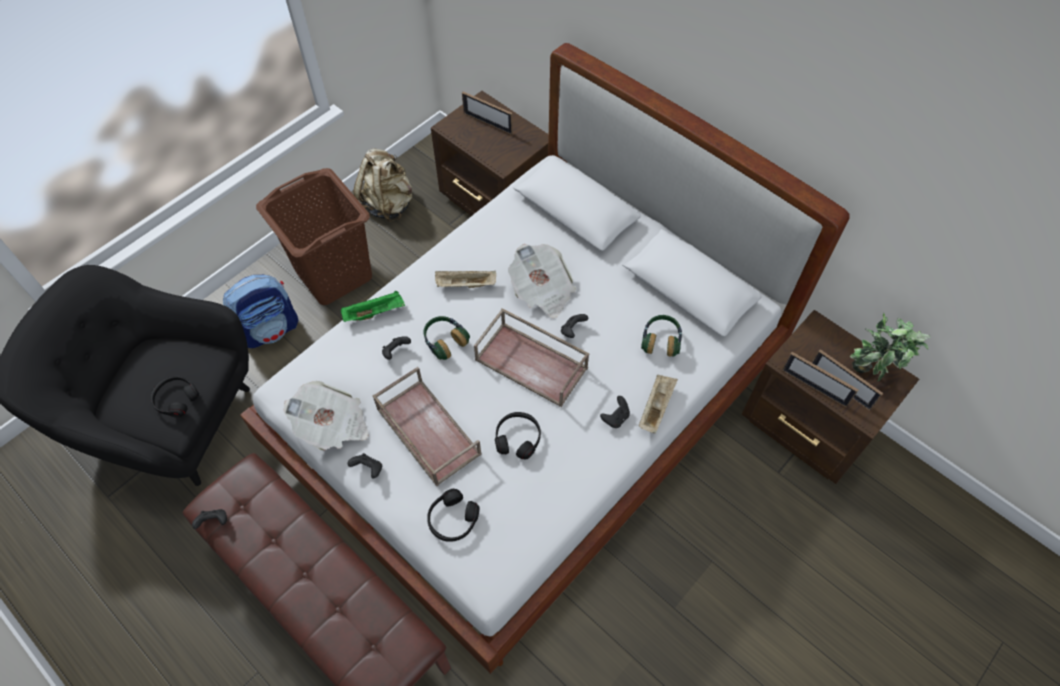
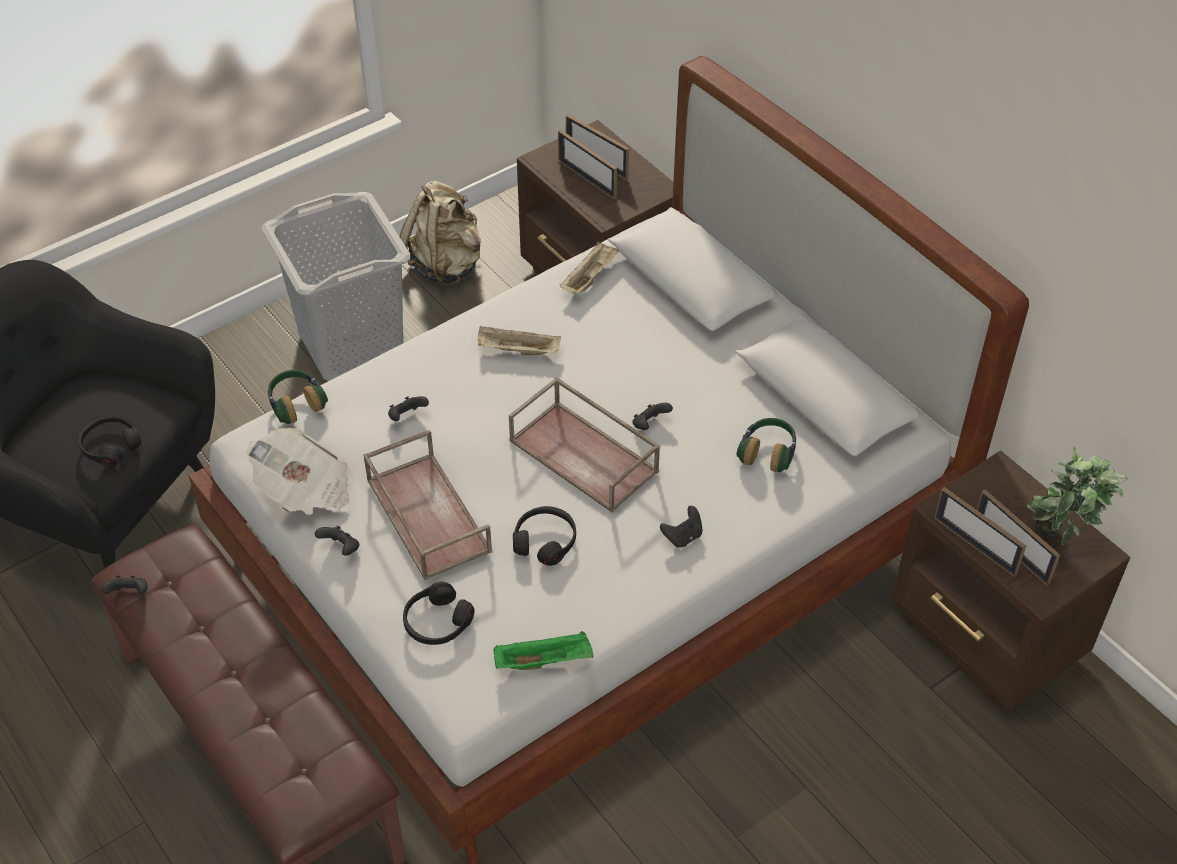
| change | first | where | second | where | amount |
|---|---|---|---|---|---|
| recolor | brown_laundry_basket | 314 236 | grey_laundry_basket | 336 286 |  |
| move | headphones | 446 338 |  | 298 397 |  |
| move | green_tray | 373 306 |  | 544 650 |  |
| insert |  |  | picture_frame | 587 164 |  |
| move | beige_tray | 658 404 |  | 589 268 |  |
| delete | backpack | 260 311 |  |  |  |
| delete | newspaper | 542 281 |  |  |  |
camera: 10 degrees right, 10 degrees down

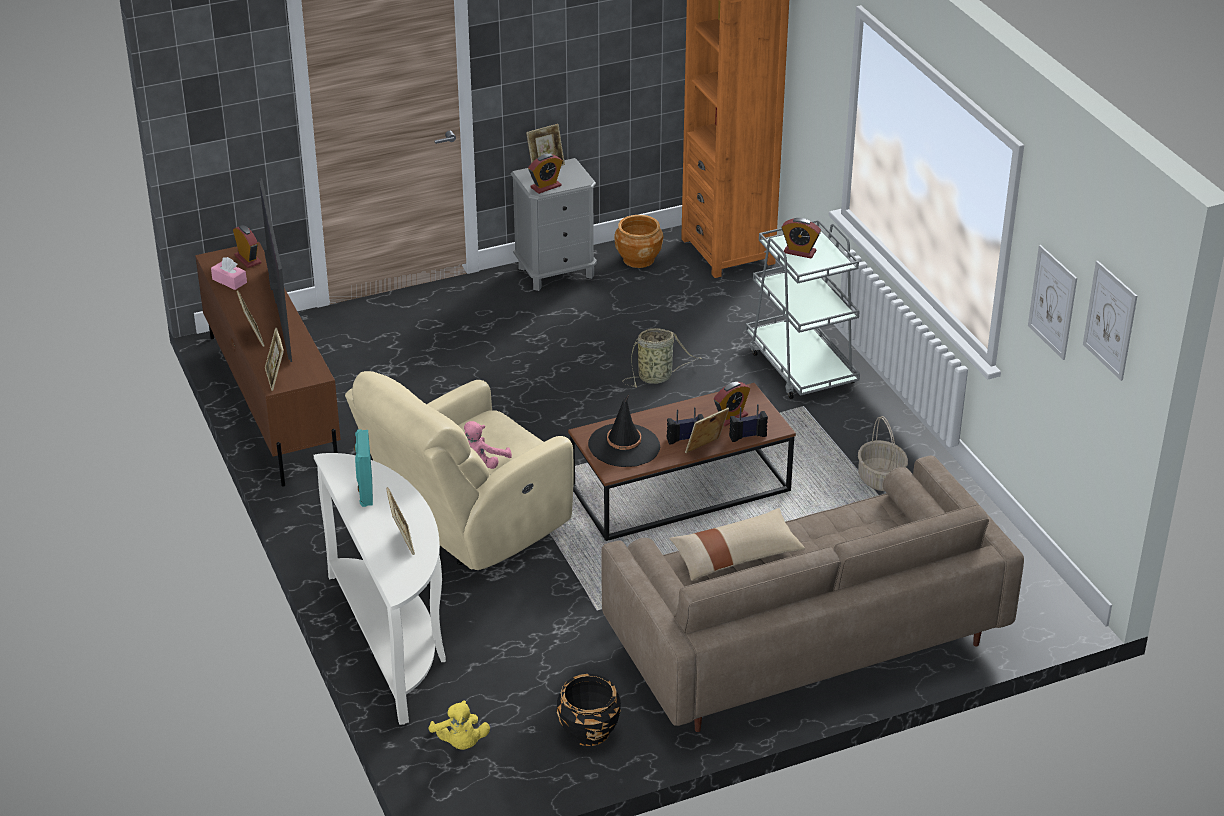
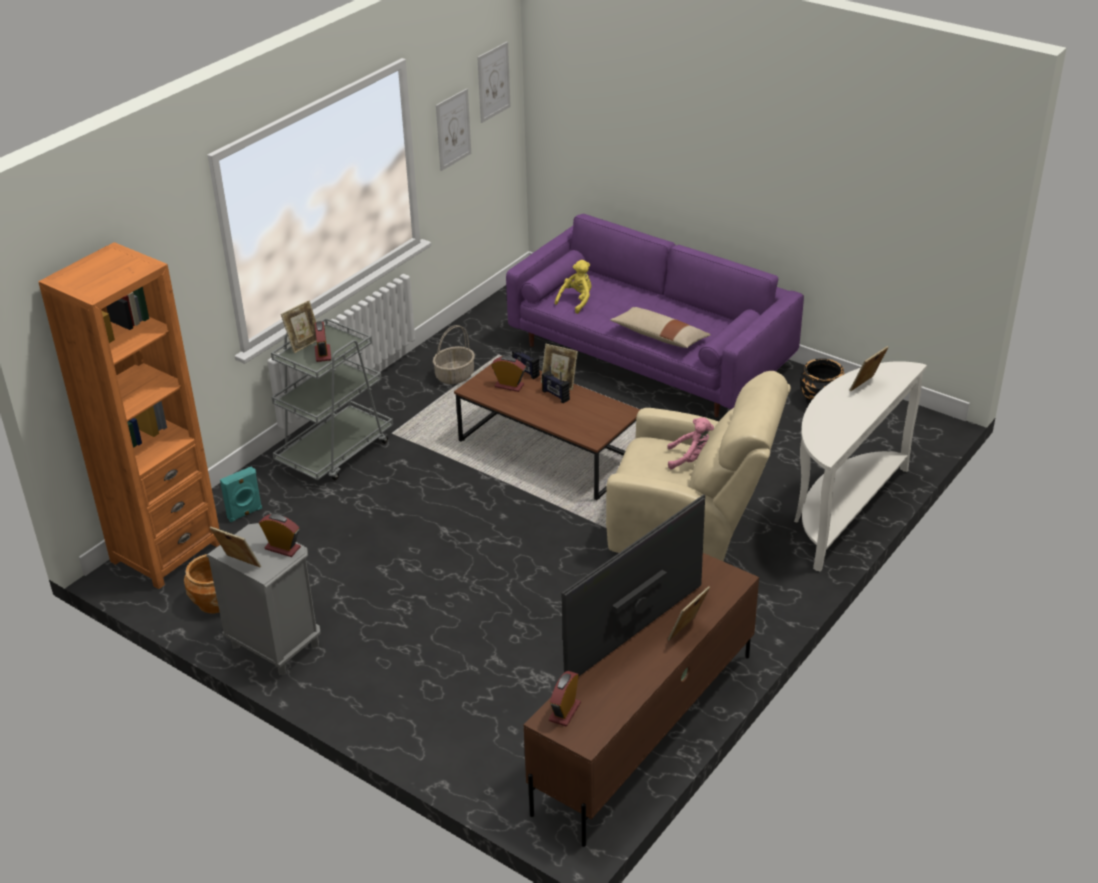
| change | first | where | second | where | amount |
|---|---|---|---|---|---|
| move | turquoise_speaker | 363 468 |  | 241 494 |  |
| move | picture_frame | 274 359 |  | 299 327 |  |
| recolor | beige_sofa | 813 593 | purple_sofa | 655 315 |  |
| move | yellow_plush_toy | 459 725 |  | 573 287 |  |
| delete | pink_tissue_box | 229 273 |  |  |  |
| delete | black_hat | 624 431 |  |  |  |
| delete | basket | 662 358 |  |  |  |
camera: 120 degrees left, 0 degrees up

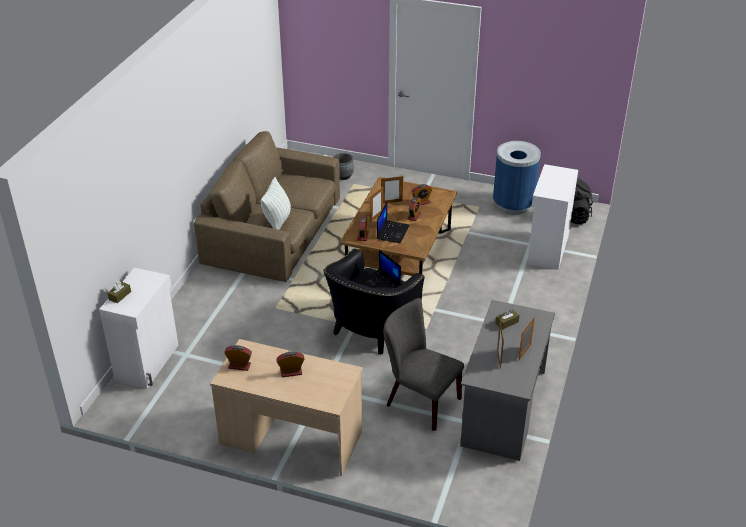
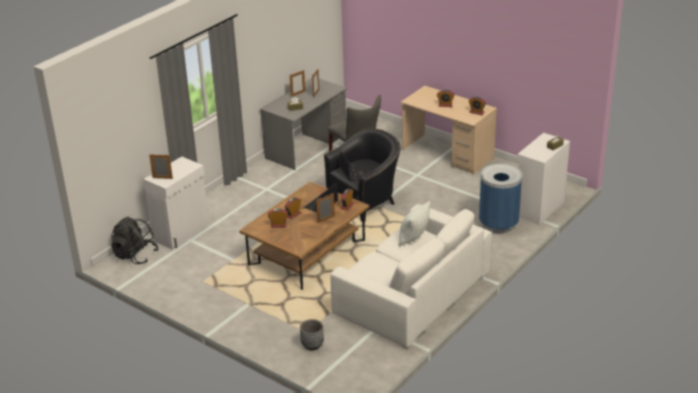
| change | first | where | second | where | amount |
|---|---|---|---|---|---|
| move | picture_frame | 392 190 |  | 161 166 |  |
| recolor | brown_sofa | 267 206 | white_sofa | 411 275 |  |
| move | blue_trash_can | 517 178 |  | 500 199 |  |
camera: 160 degrees left, 5 degrees down

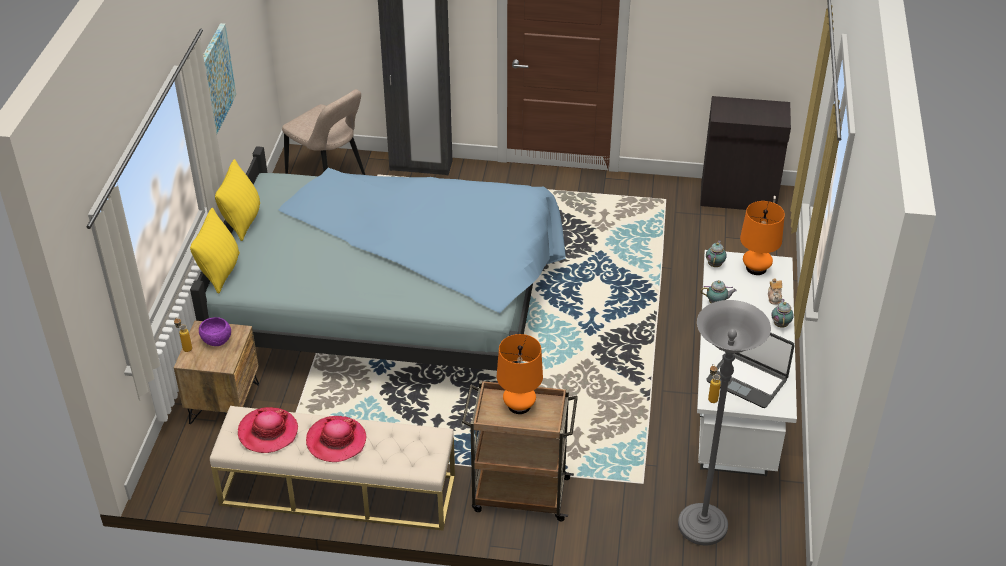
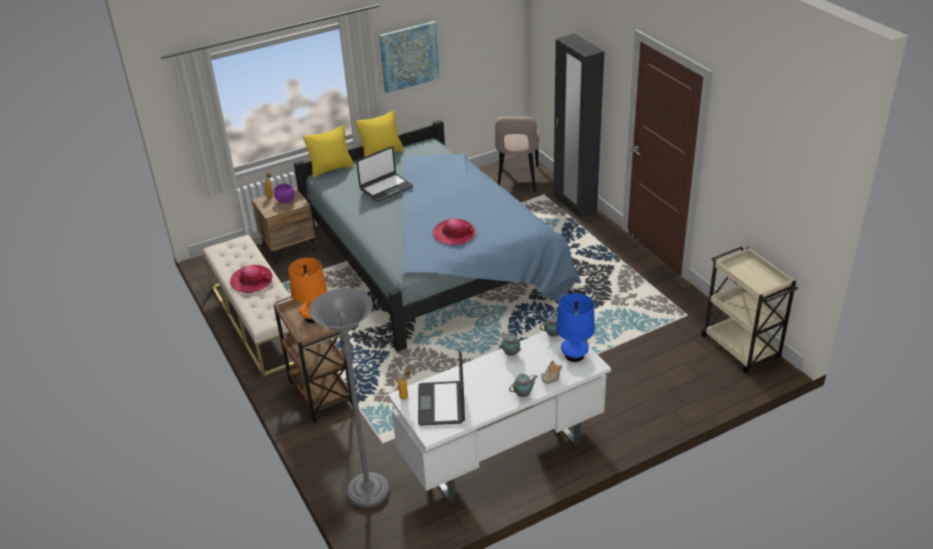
| change | first | where | second | where | amount |
|---|---|---|---|---|---|
| insert |  |  | laptop | 384 174 |  |
| move | hat | 268 430 |  | 454 231 |  |
| recolor | orange_table_lamp | 762 238 | blue_table_lamp | 575 327 |  |
| replace | black_cabinet | 745 153 | beige_cart | 749 309 |  |
camera: 55 degrees right, 5 degrees down

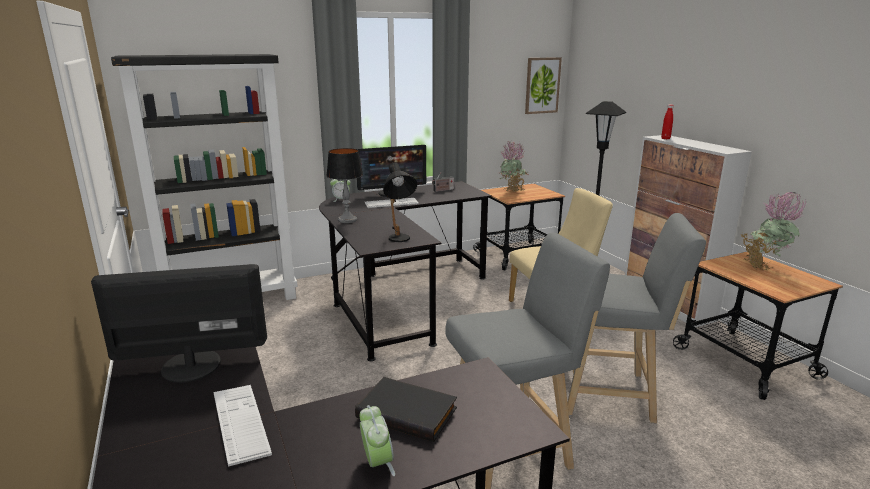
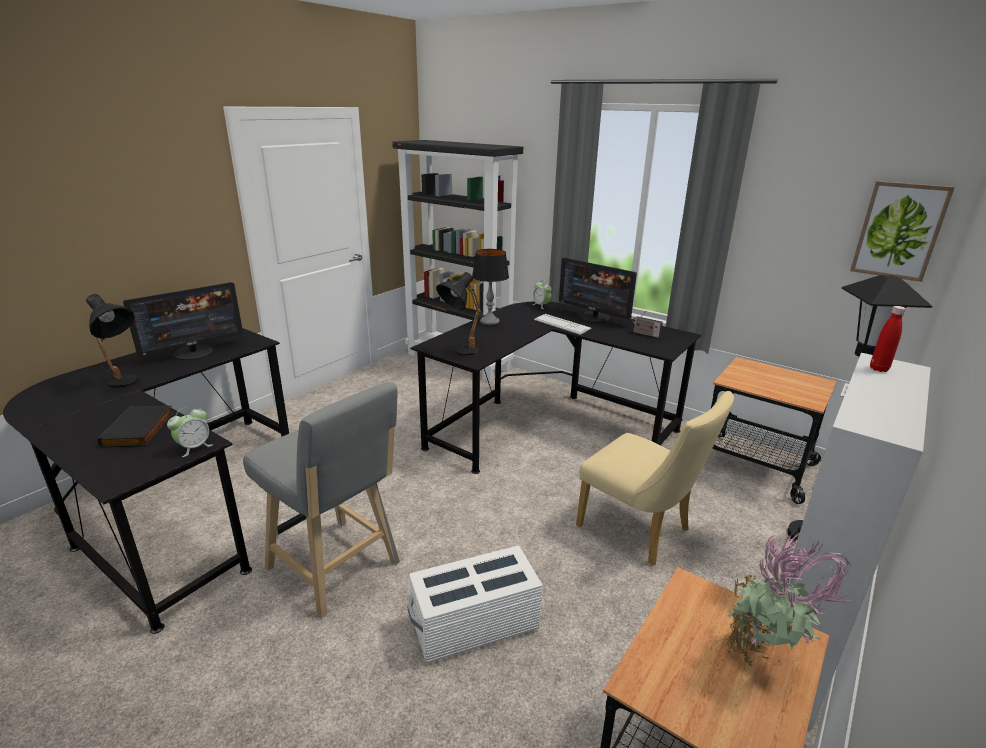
| change | first | where | second | where | amount |
|---|---|---|---|---|---|
| replace | keyboard | 243 426 | black_table_lamp | 112 341 |  |
| rotate | monitor | 179 323 |  | 183 321 | 90 degrees clockwise |
| move | alarm_clock | 377 440 |  | 190 432 |  |
| replace | grey_stool | 636 318 | white_storage_box | 475 604 |  |
| delete | potted_plant | 513 166 |  |  |  |
camera: 60 degrees right, 5 degrees up

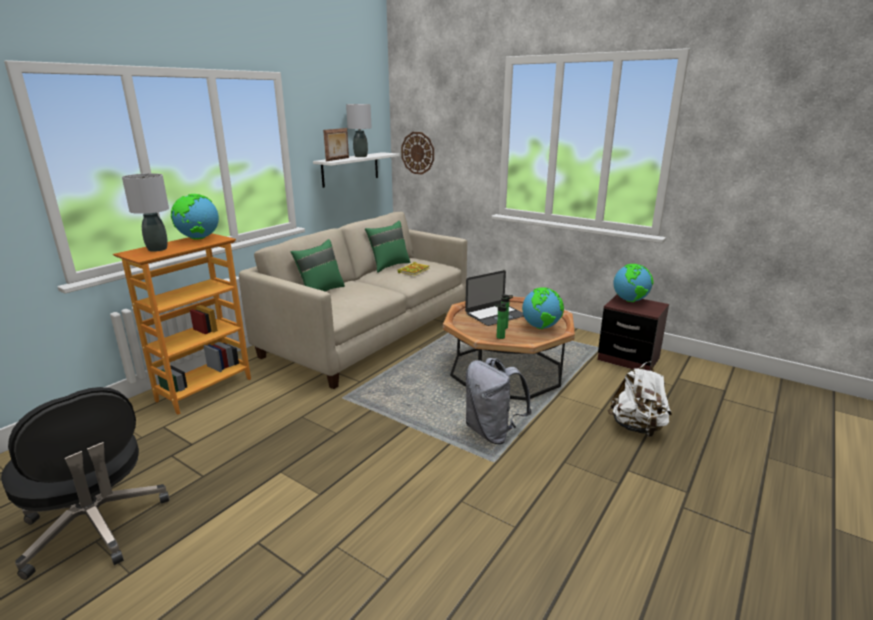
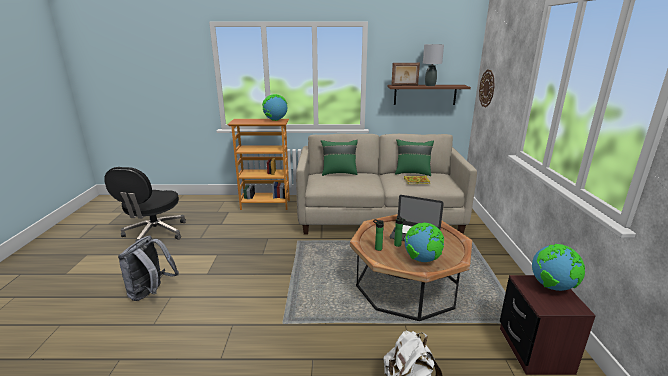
| change | first | where | second | where | amount |
|---|---|---|---|---|---|
| move | grey_backpack | 499 401 |  | 148 268 |  |
| recolor | white_shelf | 356 170 | brown_shelf | 429 95 |  |
| delete | grey_table_lamp | 145 212 |  |  |  |
camera: 55 degrees right, 0 degrees up

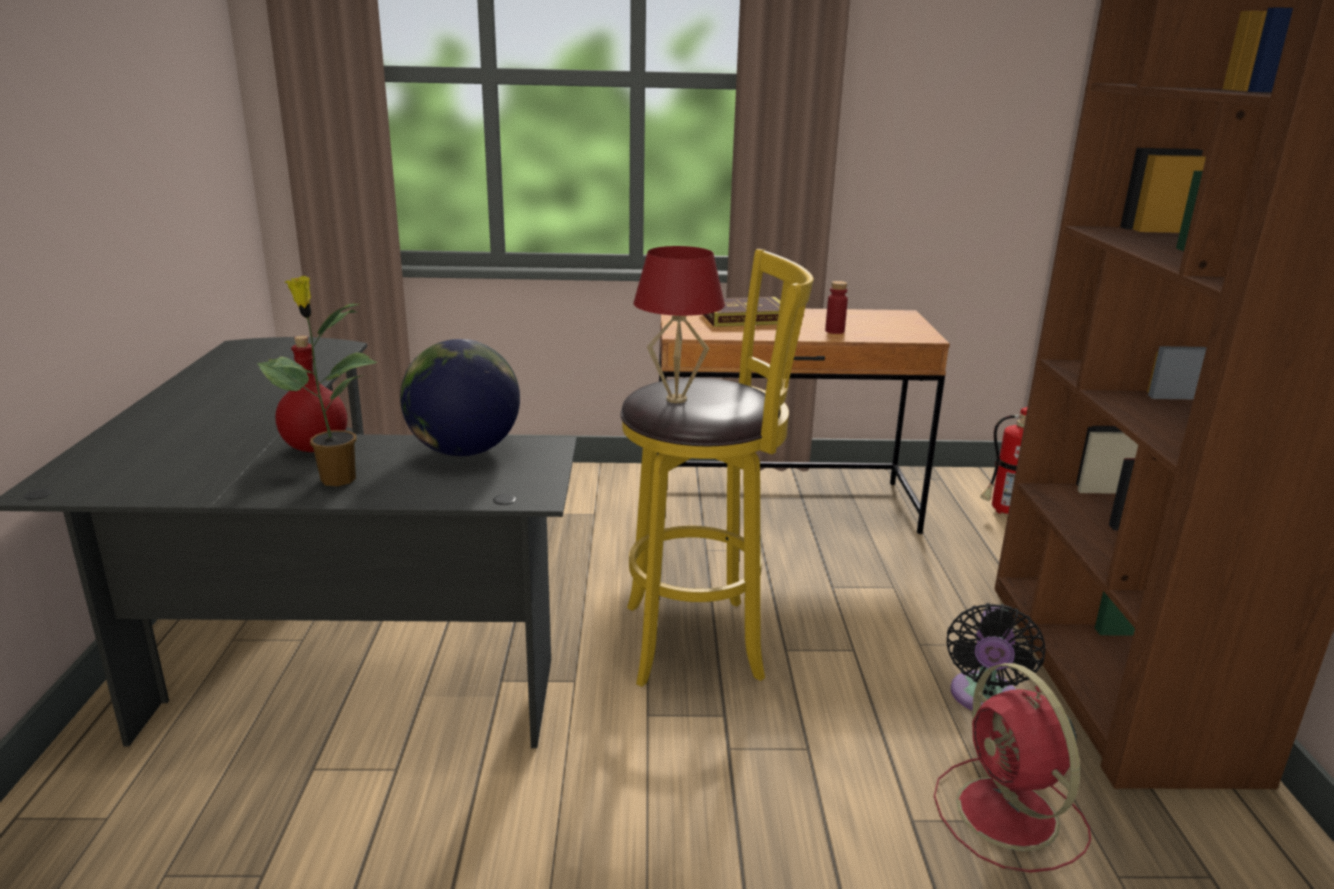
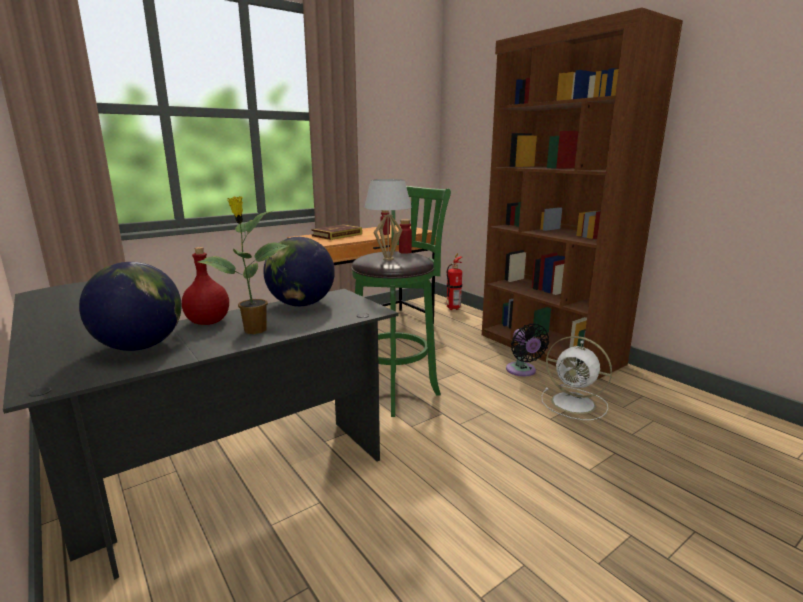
| change | first | where | second | where | amount |
|---|---|---|---|---|---|
| insert |  |  | globe | 130 306 |  |
| recolor | yellow_stool | 717 468 | green_stool | 401 301 |  |
| recolor | red_table_lamp | 679 324 | white_table_lamp | 388 220 |  |
| insert |  |  | red_bottle | 405 236 |  |
| recolor | red_fan | 1012 768 | white_fan | 576 378 |  |
camera: 35 degrees left, 5 degrees down

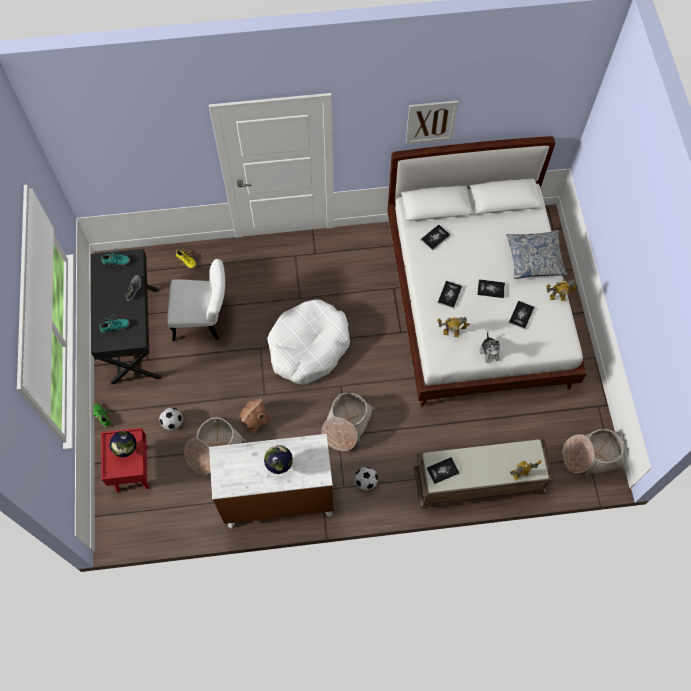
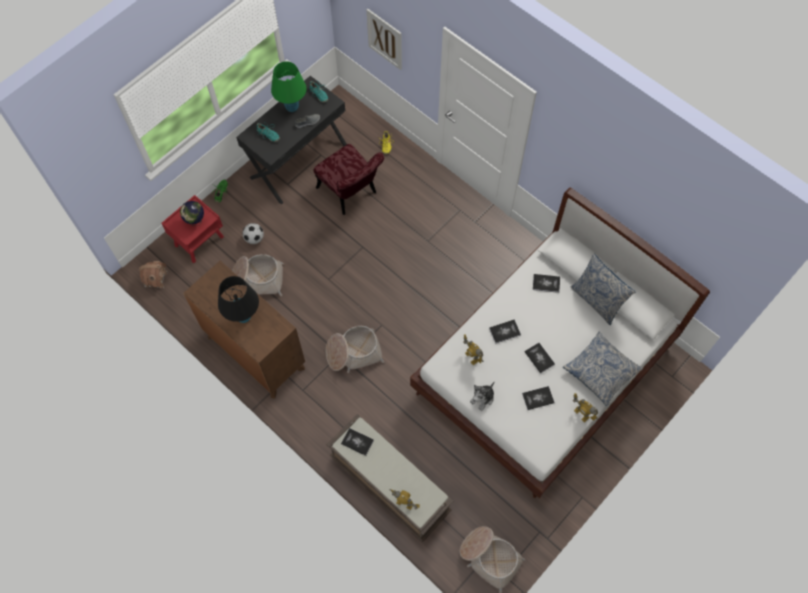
| change | first | where | second | where | amount |
|---|---|---|---|---|---|
| move | toy_house | 254 416 |  | 153 274 |  |
| recolor | white_dresser | 271 481 | brown_dresser | 244 330 |  |
| replace | globe | 278 459 | black_table_lamp | 238 299 |  |
| insert |  |  | green_table_lamp | 289 86 |  |
| recolor | white_chair | 196 300 | red_chair | 348 179 |  |
| move | picture | 432 122 |  | 384 39 |  |
| insert |  |  | pillow | 603 289 |  |
| delete | white_dog_bed | 308 341 |  |  |  |
| delete | football | 366 479 |  |  |  |
camera: 50 degrees right, 0 degrees up

